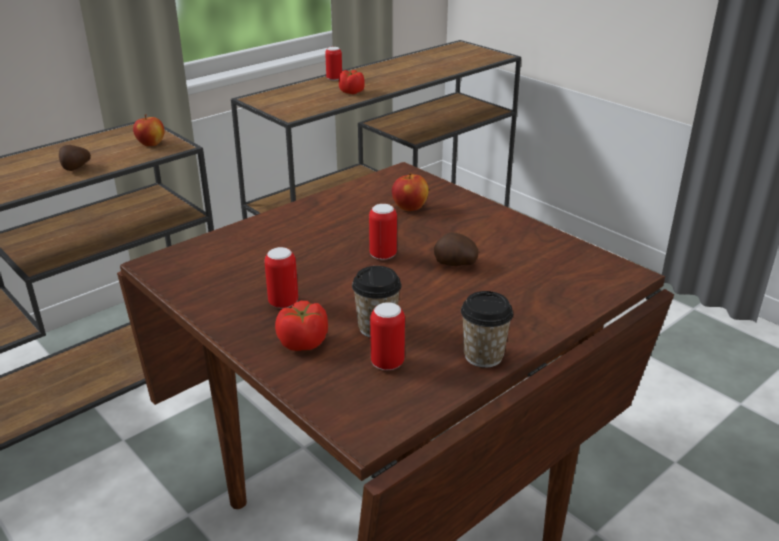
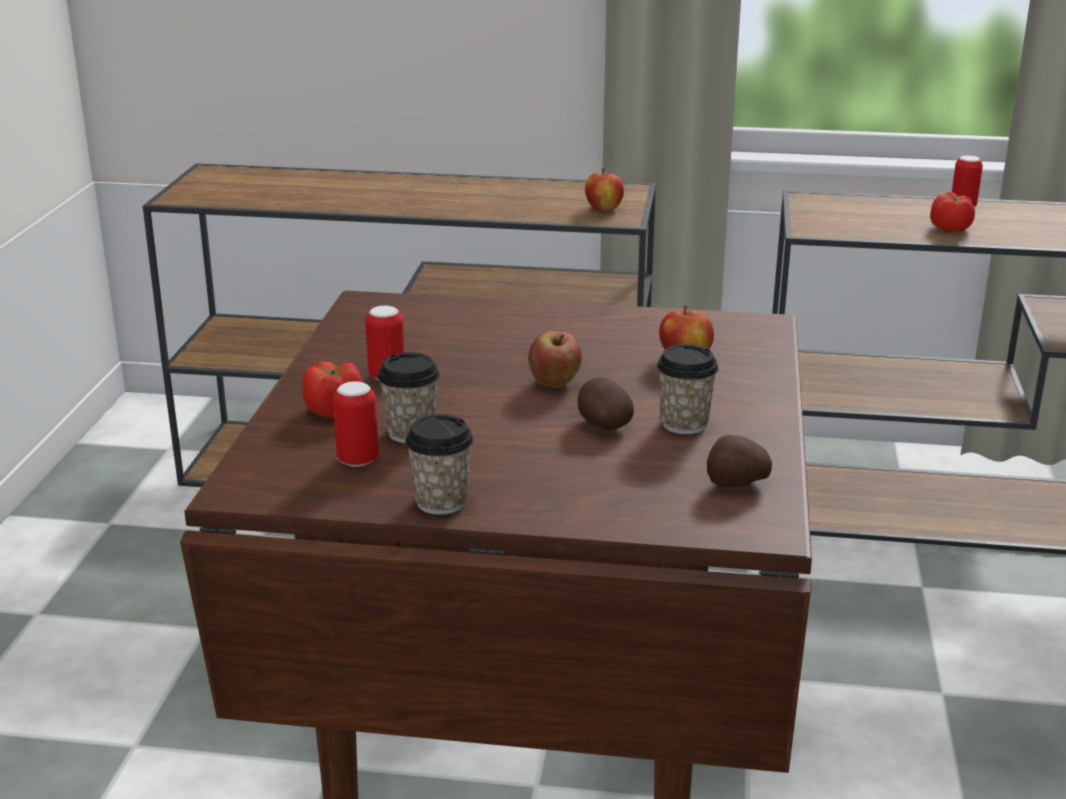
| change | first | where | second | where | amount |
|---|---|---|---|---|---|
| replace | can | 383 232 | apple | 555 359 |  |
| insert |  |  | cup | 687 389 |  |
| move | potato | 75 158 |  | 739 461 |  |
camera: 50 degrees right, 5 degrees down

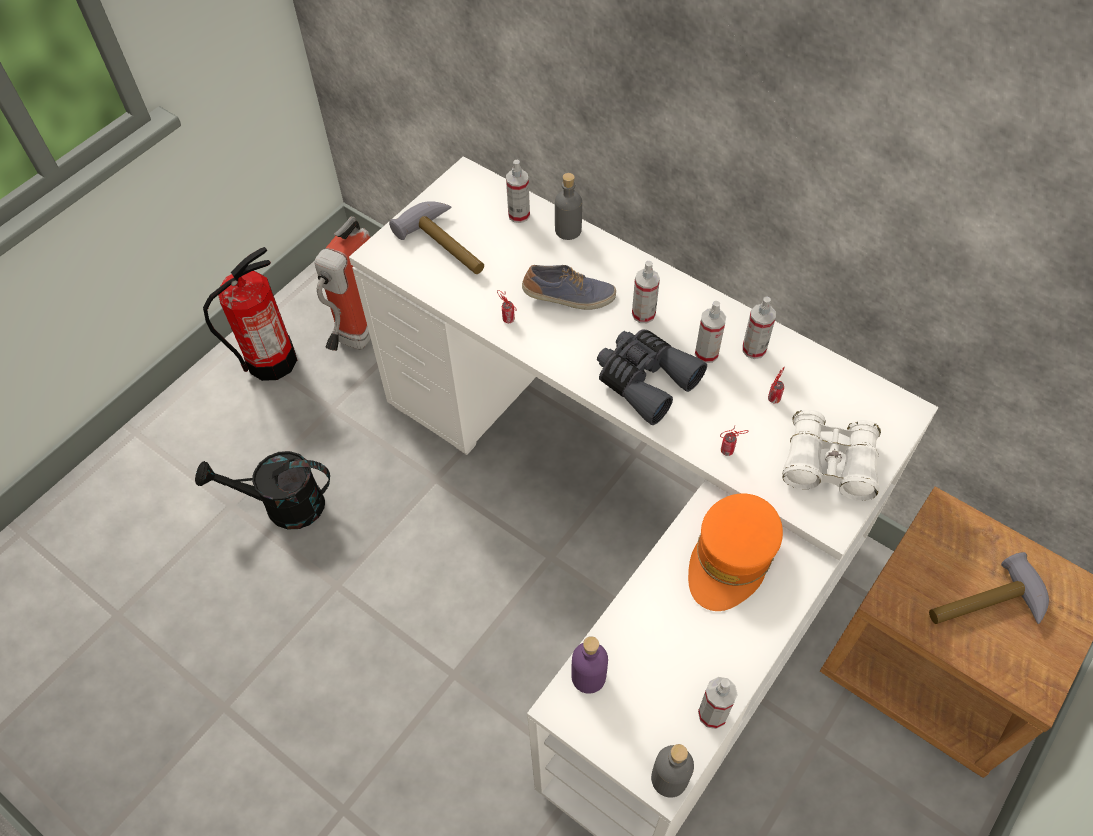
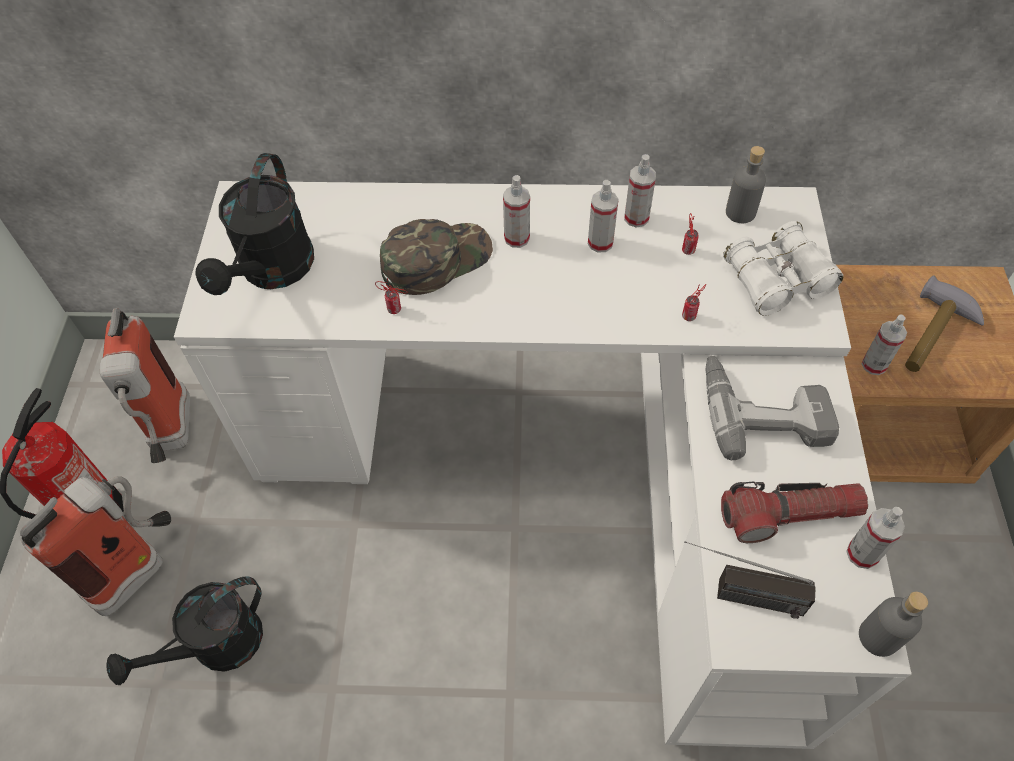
| change | first | where | second | where | amount |
|---|---|---|---|---|---|
| insert |  |  | fire_extinguisher | 95 546 |  |
| replace | hammer | 436 237 | black_watering_can | 255 224 |  |
| replace | shoe | 569 287 | green_cap | 436 257 |  |
| replace | purple_bottle | 589 665 | radio | 750 580 |  |
| replace | orange_cap | 735 552 | power_drill | 772 407 |  |
| insert |  |  | flashlight | 794 512 |  |
| move | grey_bottle | 568 206 |  | 746 184 |  |
| move | spray_bottle | 518 191 |  | 884 344 |  |
| delete | grey_binoculars | 652 377 |  |  |  |
camera: 35 degrees left, 0 degrees up

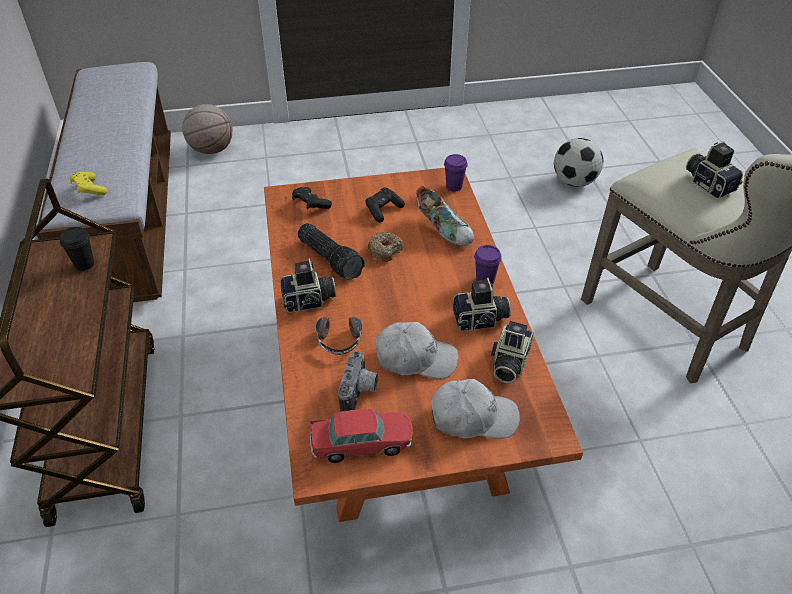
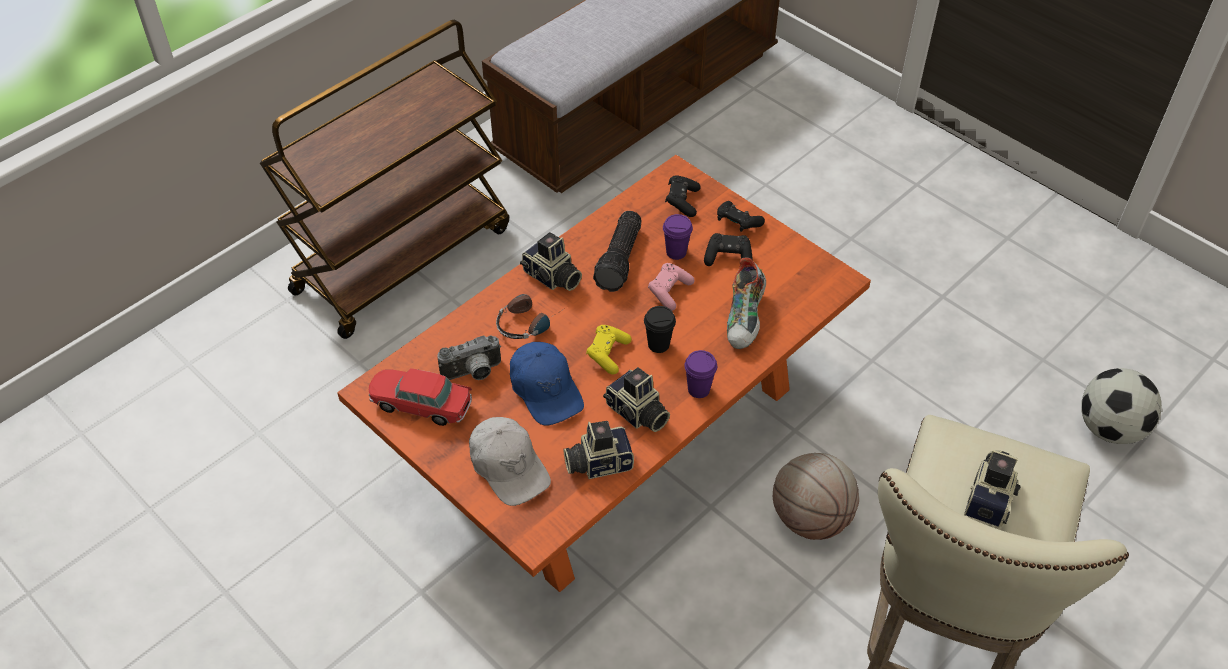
| change | first | where | second | where | amount |
|---|---|---|---|---|---|
| rotate | toy_car | 361 436 |  | 420 397 | 150 degrees clockwise |
| recolor | white_cap | 417 350 | blue_cap | 547 384 |  |
| move | yellow_game_controller | 88 183 |  | 609 349 |  |
| move | black_cup | 77 249 |  | 660 329 |  |
| replace | donut | 386 247 | pink_game_controller | 671 287 |  |
| move | purple_cup | 456 173 |  | 678 237 |  |
| insert |  |  | black_game_controller | 741 216 |  |
| move | basketball | 207 129 |  | 816 496 |  |
camera: 55 degrees right, 5 degrees up

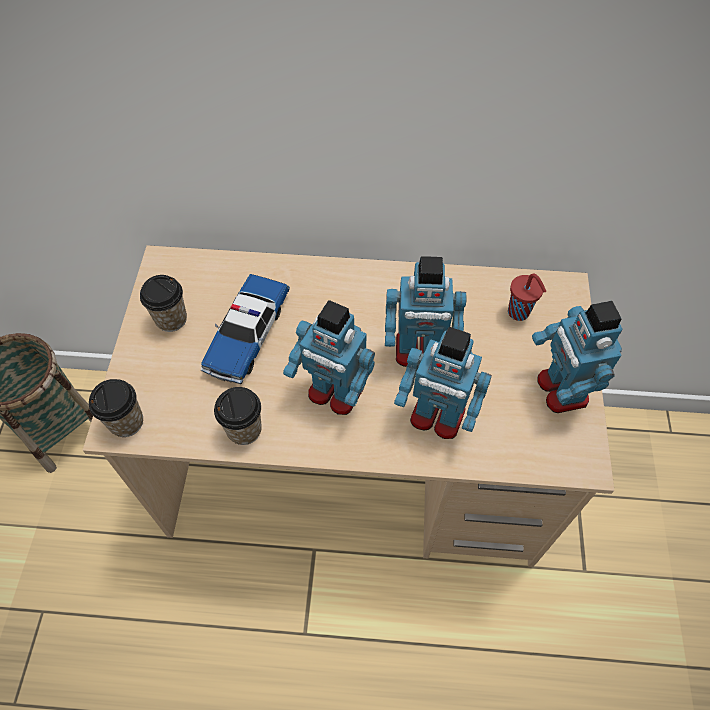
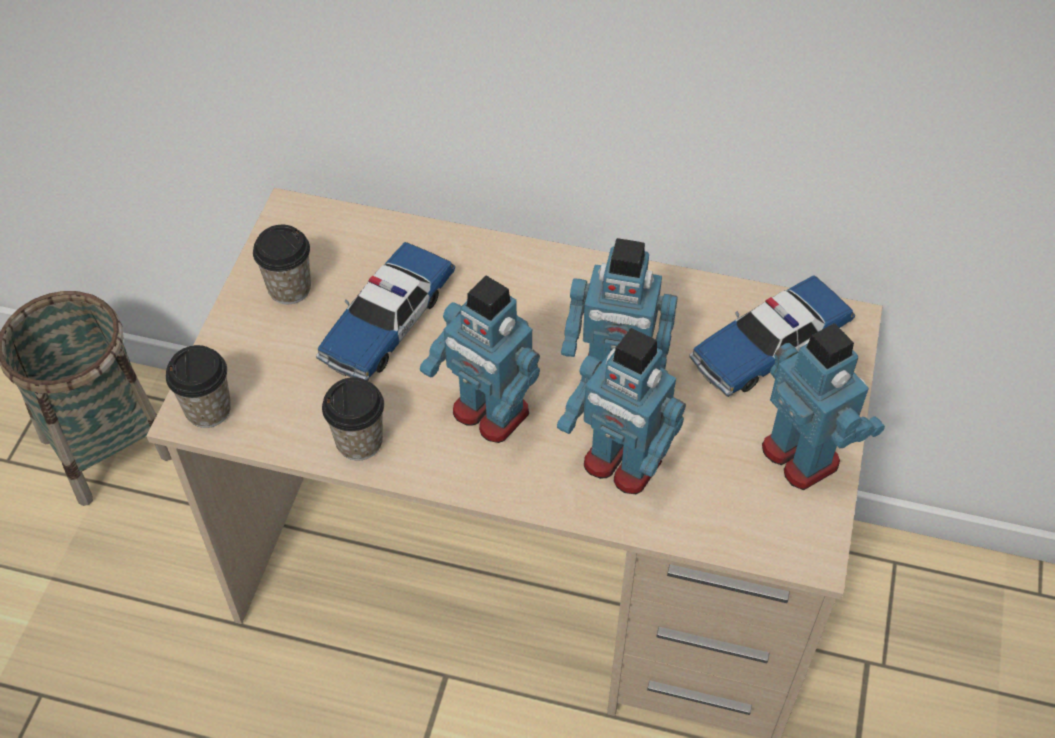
| change | first | where | second | where | amount |
|---|---|---|---|---|---|
| replace | red_cup | 527 297 | toy_car | 772 336 |  |
| rotate | toy_robot | 577 357 |  | 823 406 | 150 degrees clockwise |
camera: 10 degrees right, 5 degrees down

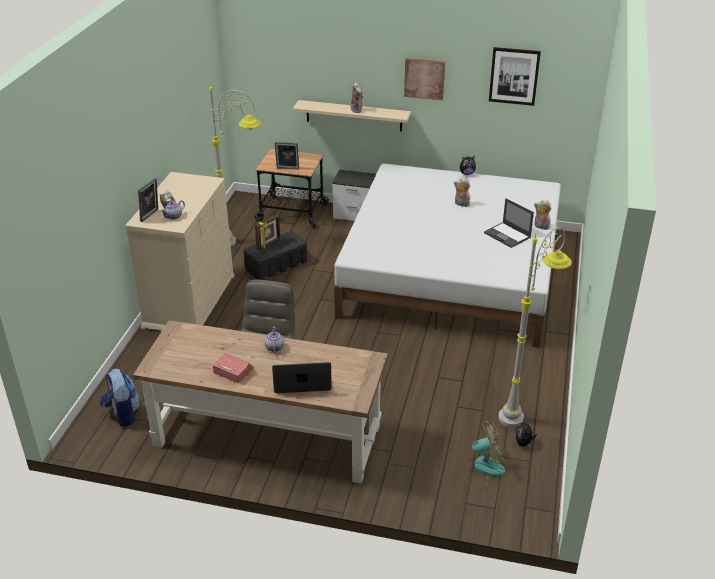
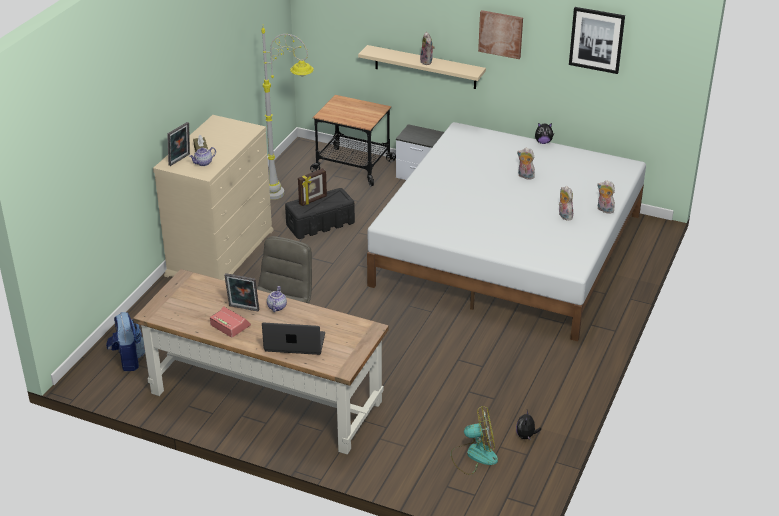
| change | first | where | second | where | amount |
|---|---|---|---|---|---|
| move | picture_frame | 287 156 |  | 242 292 |  |
| replace | laptop | 509 223 | plush_toy | 566 203 |  |
| delete | grey_floor_lamp | 535 327 |  |  |  |
camera: 10 degrees right, 0 degrees up

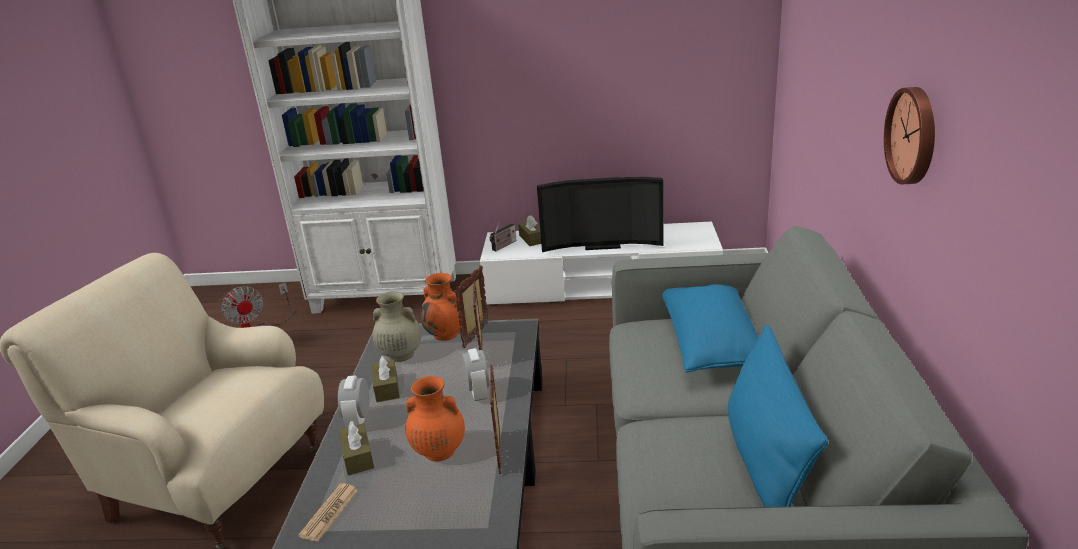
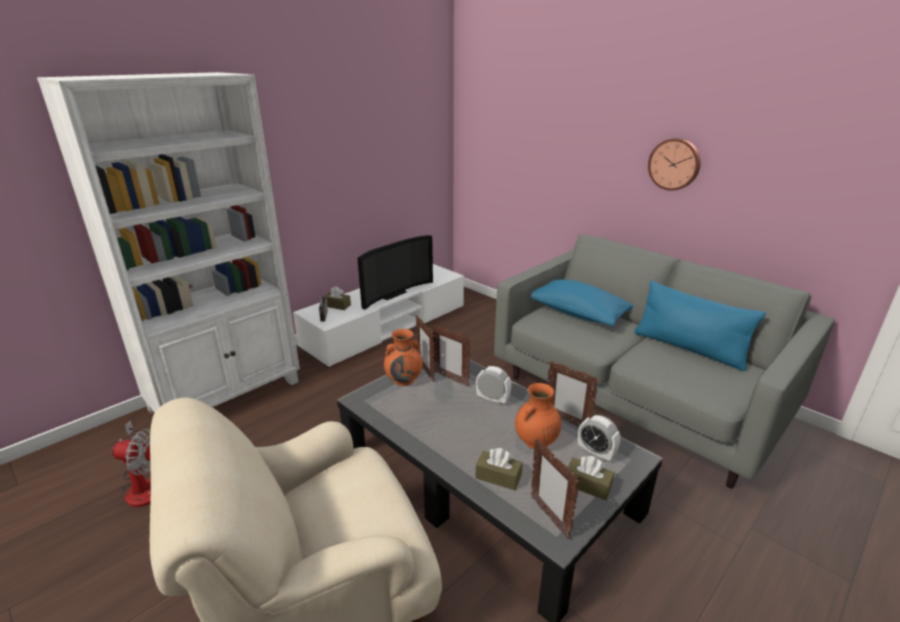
| change | first | where | second | where | amount |
|---|---|---|---|---|---|
| replace | newspaper | 328 512 | picture_frame | 555 489 |  |
| move | brown_tissue_box | 386 379 |  | 590 478 |  |
| move | alarm_clock | 353 402 |  | 599 438 |  |
| delete | beige_vase | 397 326 |  |  |  |
camera: 50 degrees left, 0 degrees up

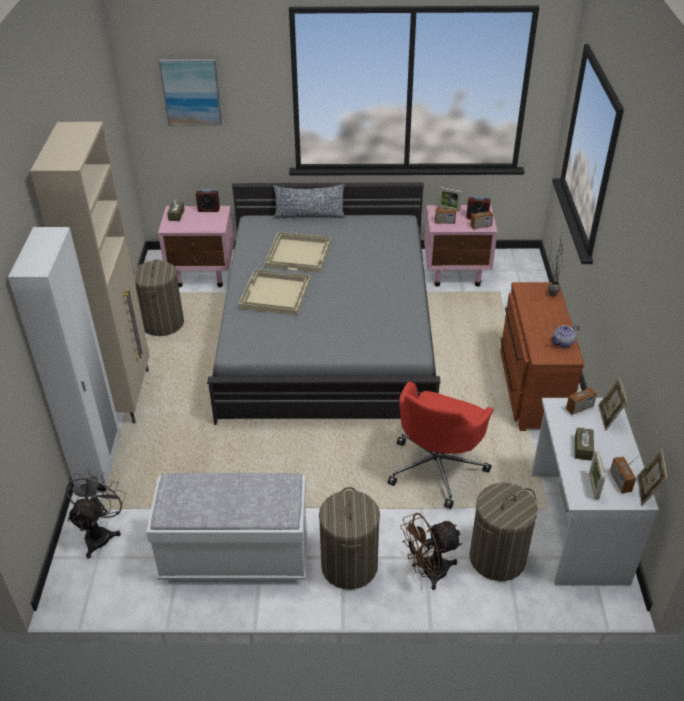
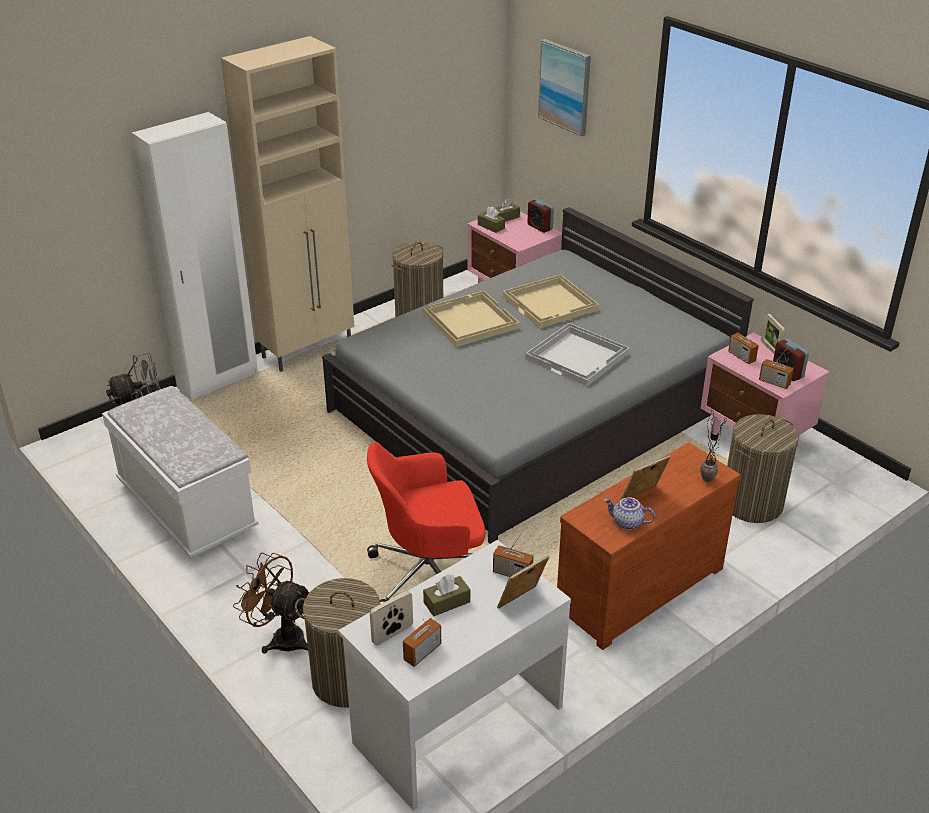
| change | first | where | second | where | amount |
|---|---|---|---|---|---|
| insert |  |  | brown_tissue_box | 491 220 |  |
| insert |  |  | white_tray | 577 354 |  |
| move | picture_frame | 652 477 |  | 646 477 |  |
| move | laundry_basket | 349 538 |  | 763 468 |  |
| delete | pillow | 309 201 |  |  |  |
camera: 50 degrees right, 5 degrees down

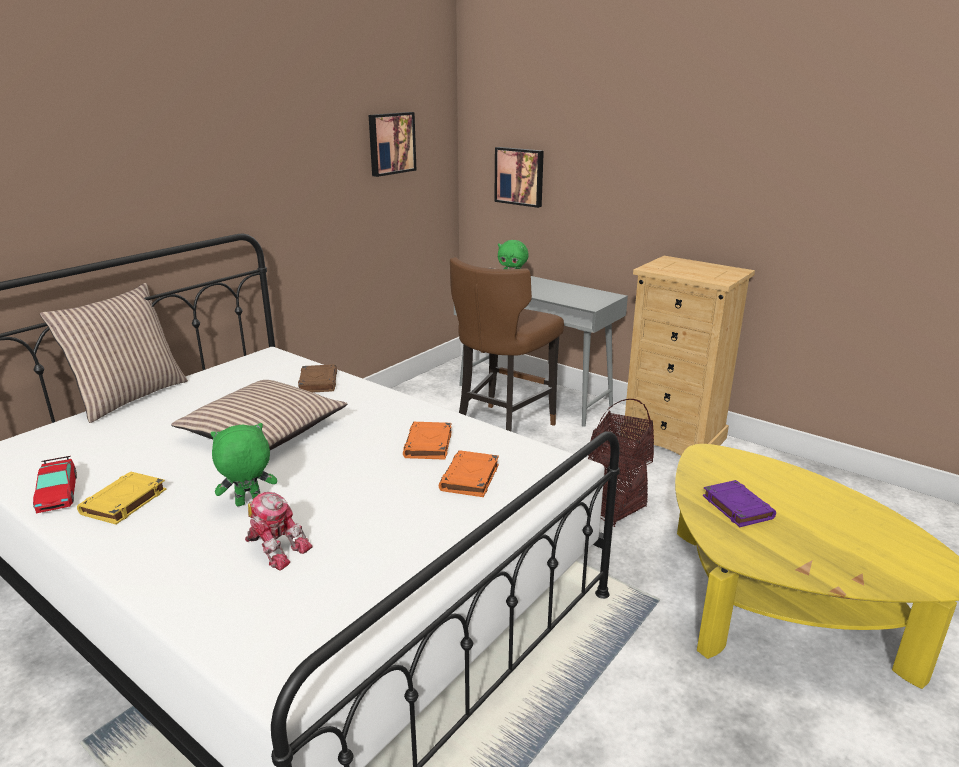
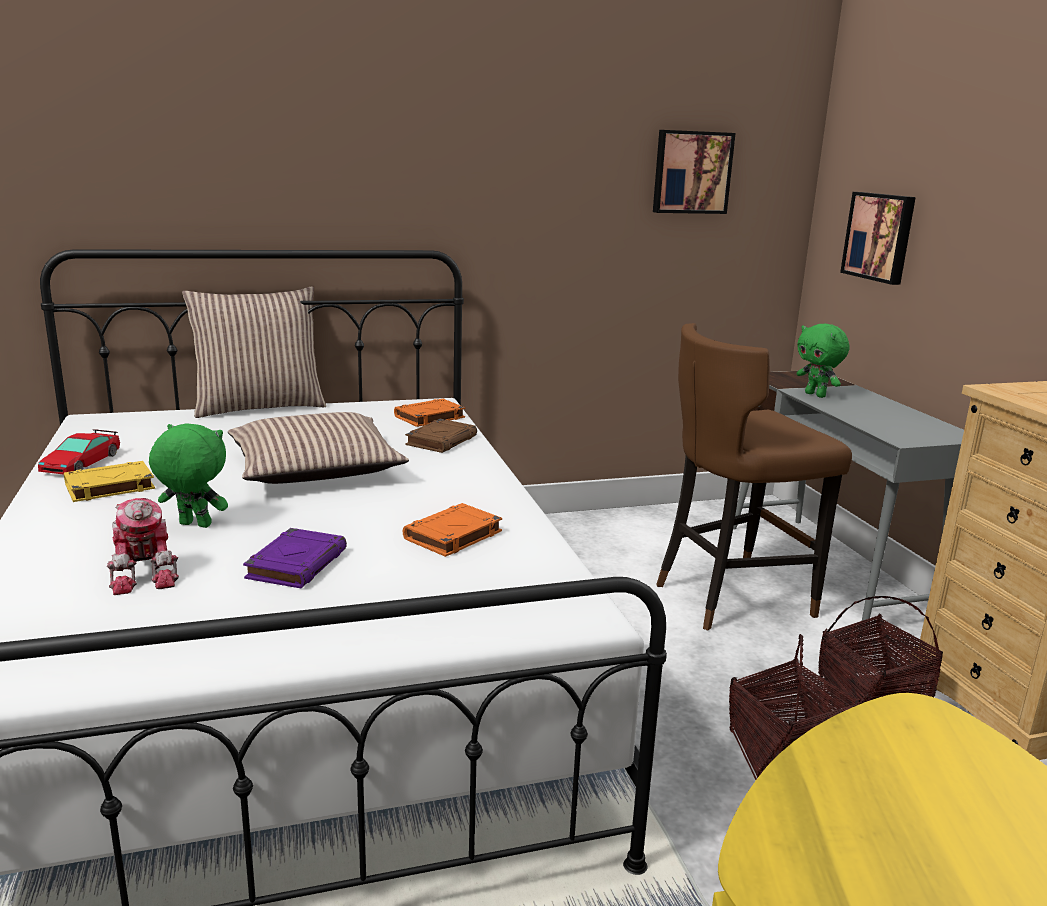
| change | first | where | second | where | amount |
|---|---|---|---|---|---|
| move | purple_book | 739 503 |  | 295 558 |  |
| move | orange_book | 469 473 |  | 429 413 |  |
camera: 35 degrees right, 5 degrees down

